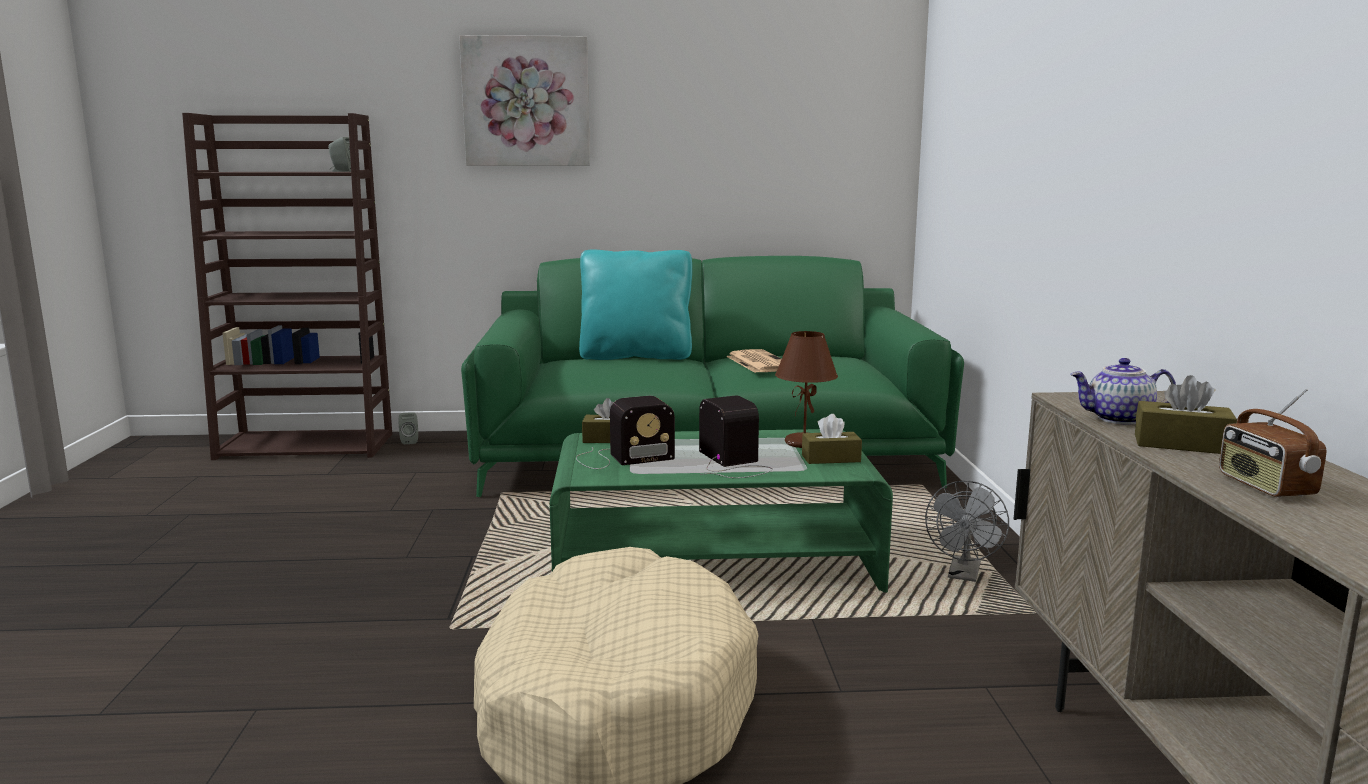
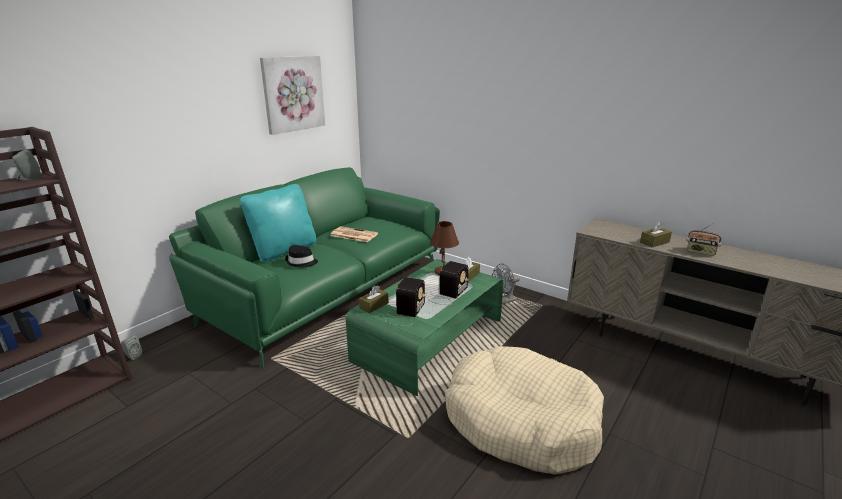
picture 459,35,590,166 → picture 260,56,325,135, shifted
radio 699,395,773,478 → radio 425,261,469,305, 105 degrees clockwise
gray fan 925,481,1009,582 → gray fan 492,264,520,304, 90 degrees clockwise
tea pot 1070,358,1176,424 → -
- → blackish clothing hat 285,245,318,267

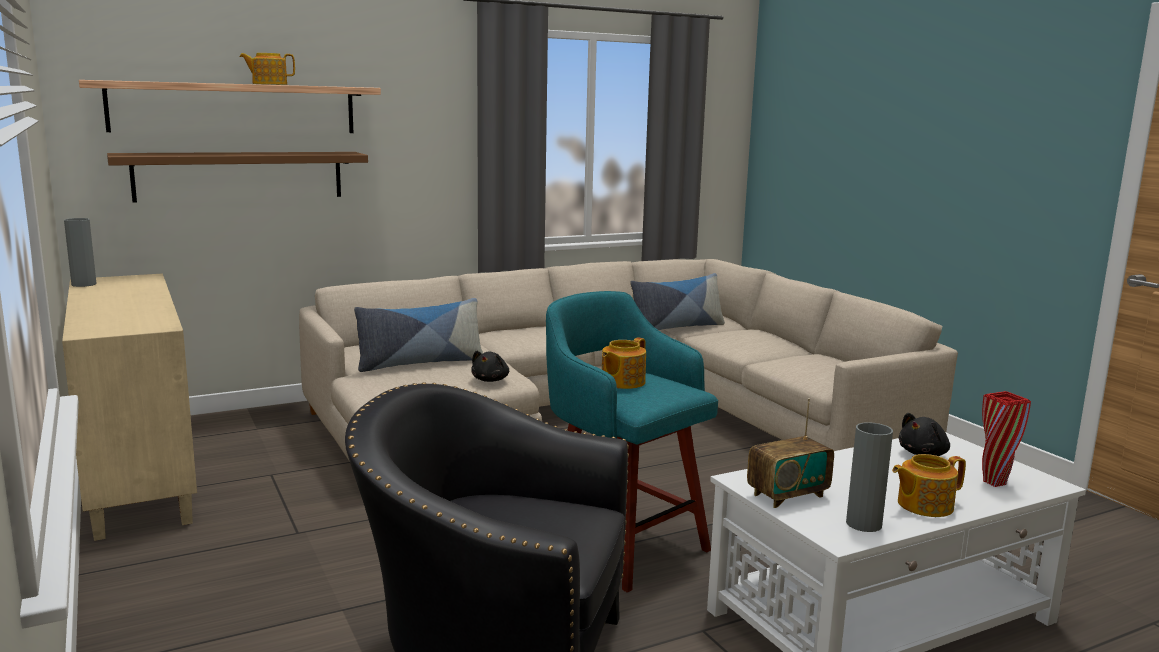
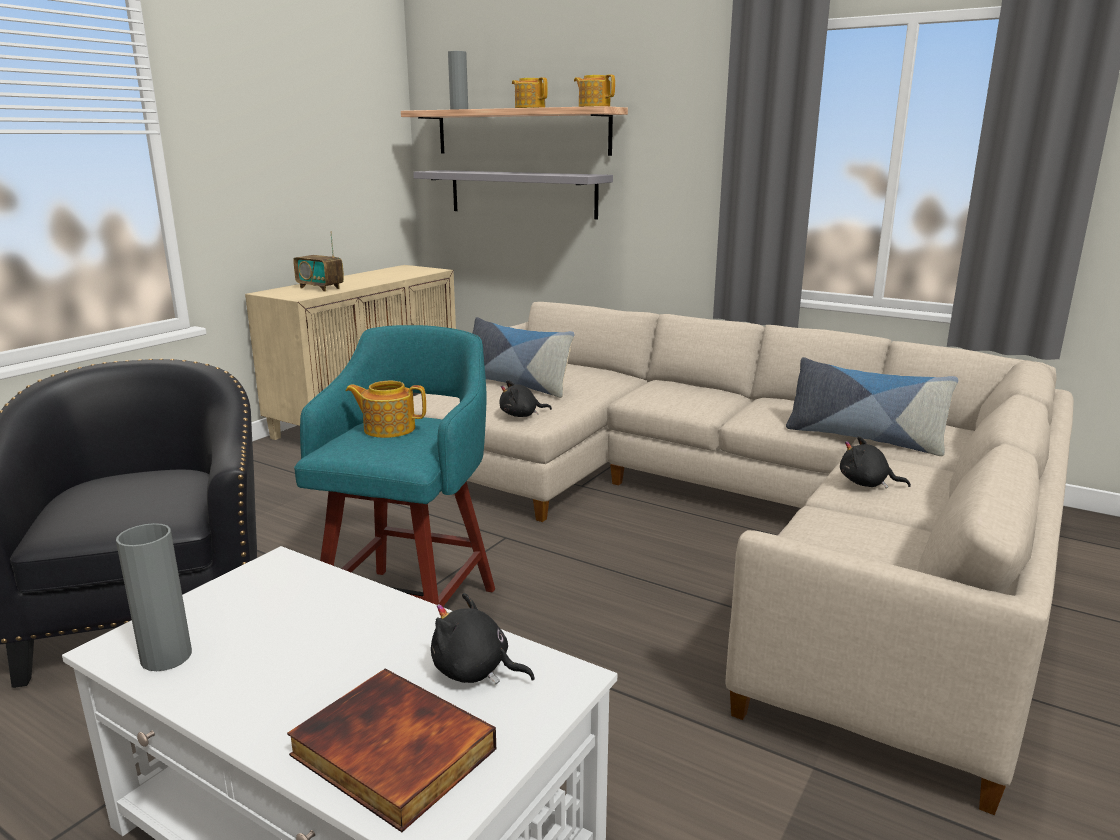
gray decorative vase 64,218,97,287 → gray decorative vase 448,51,468,110, shifted
brownish wall shelf 107,152,368,202 → gray wall shelf 413,170,613,219
radio 747,398,834,508 → radio 293,231,344,292, shifted
tea pot 892,454,966,517 → tea pot 574,74,615,107, shifted
reddish decorative vase 982,391,1031,487 → book 287,668,496,832
- → blackish plush toy 840,436,911,489

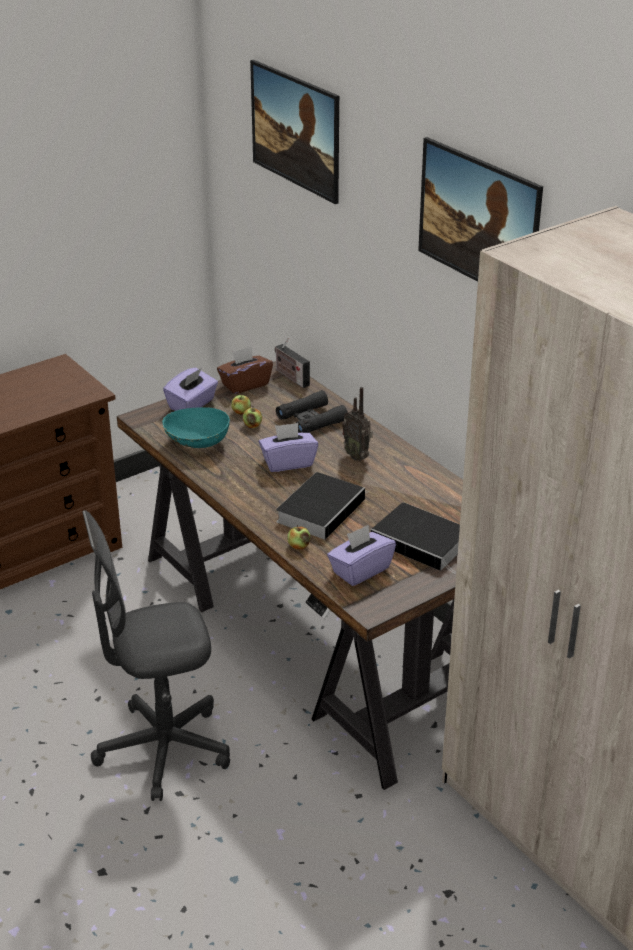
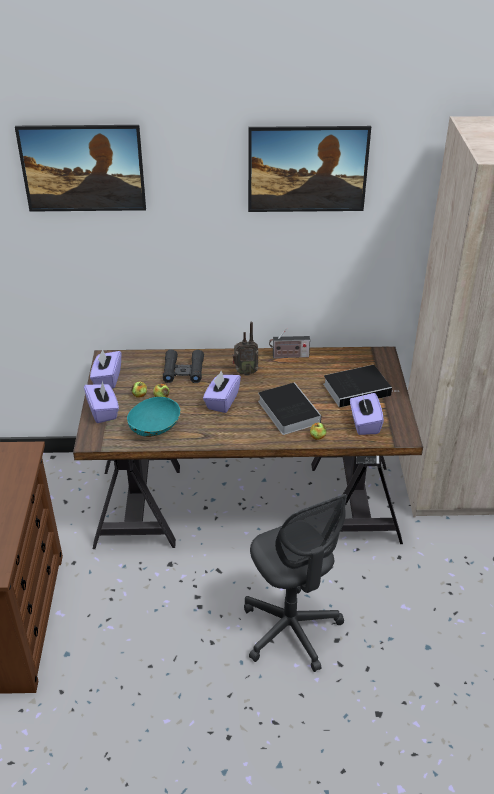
gray computer chair 82,510,230,801 → gray computer chair 244,494,347,672, 45 degrees counterclockwise
brownish tissue holder 217,346,273,394 → purple tissue holder 90,349,121,389
radio 275,338,310,388 → radio 269,328,310,358, shifted

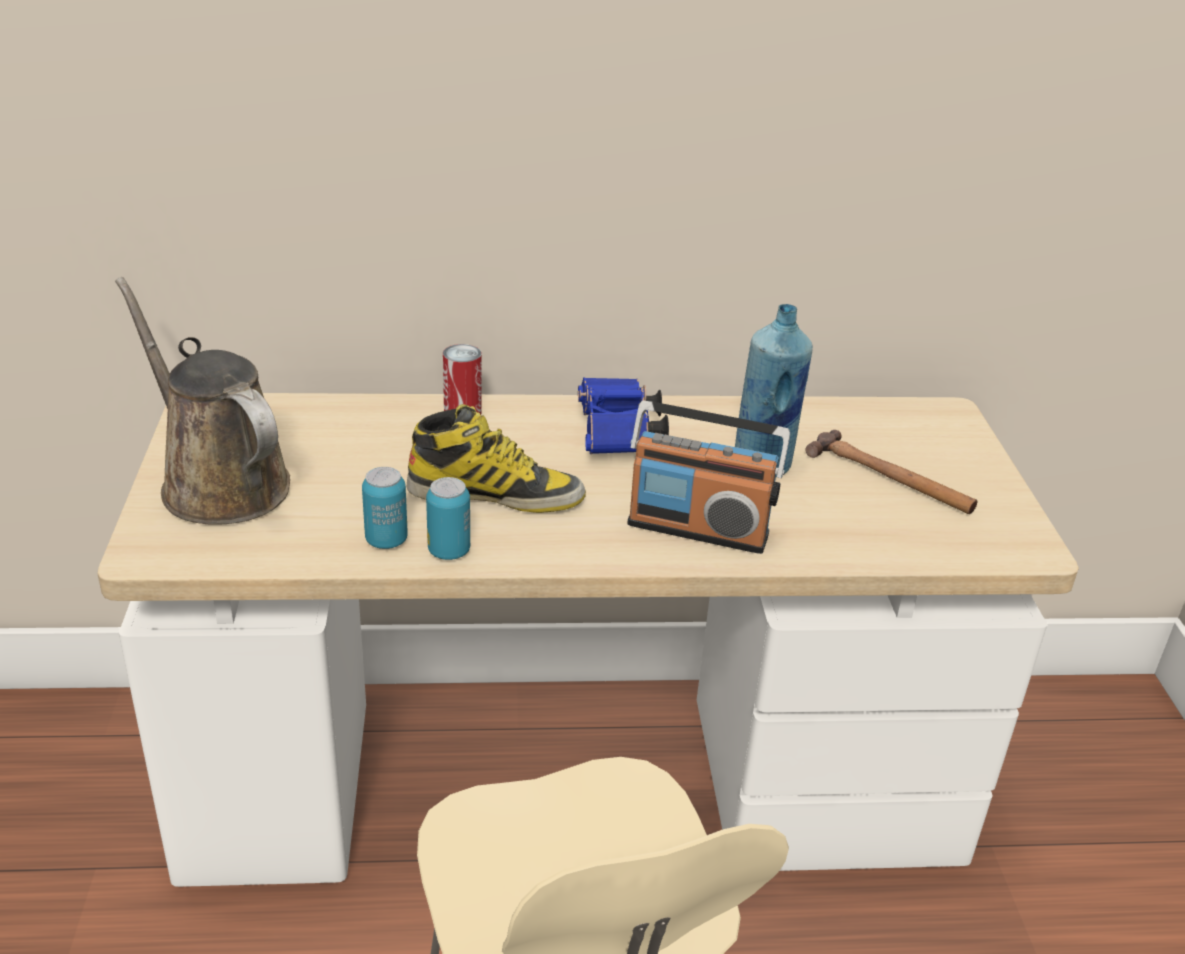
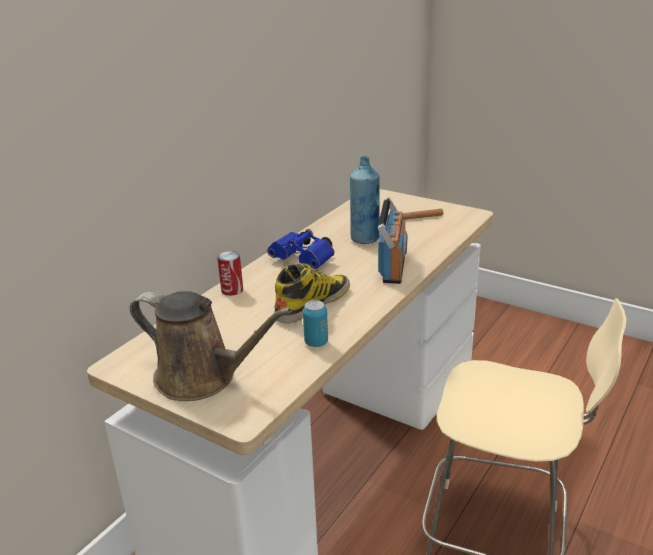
brownish watering can 115,277,290,525 → brownish watering can 130,291,292,401, 150 degrees counterclockwise
sealed can 426,477,470,560 → -
radio 628,400,791,554 → radio 378,197,407,284, 45 degrees counterclockwise

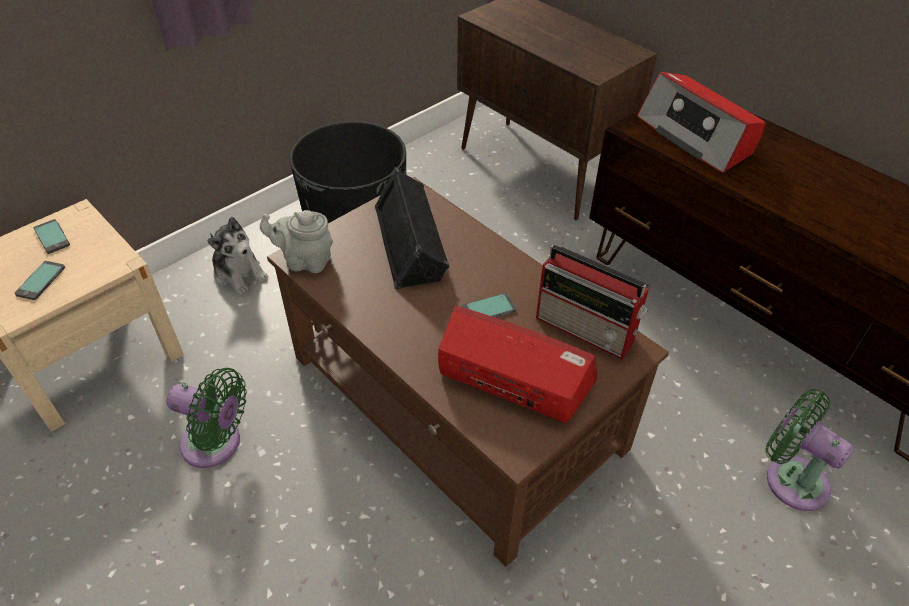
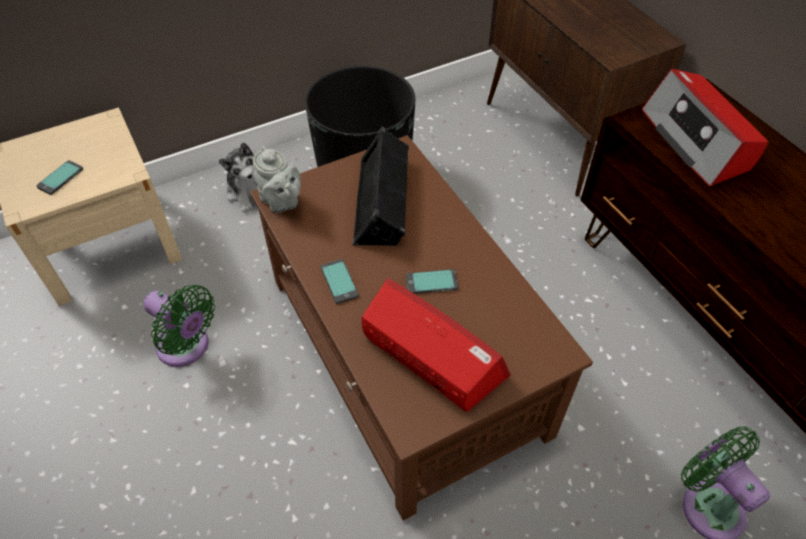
telephone 33,219,70,254 → telephone 321,259,359,304, shifted
gray tea pot 260,210,333,273 → gray tea pot 253,146,301,213, 150 degrees counterclockwise
radio 536,245,649,359 → -

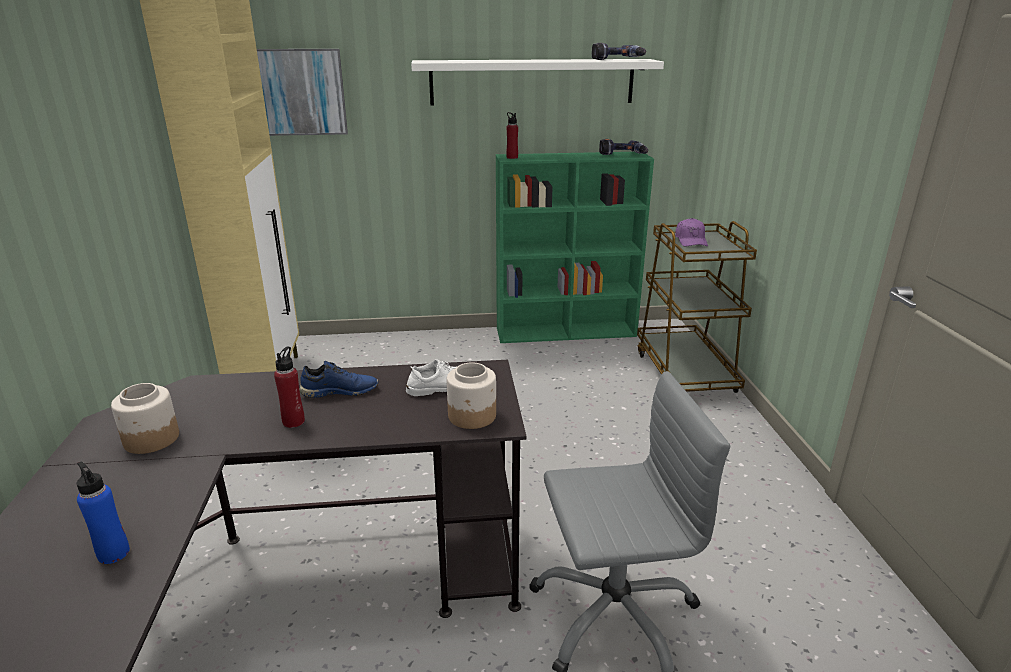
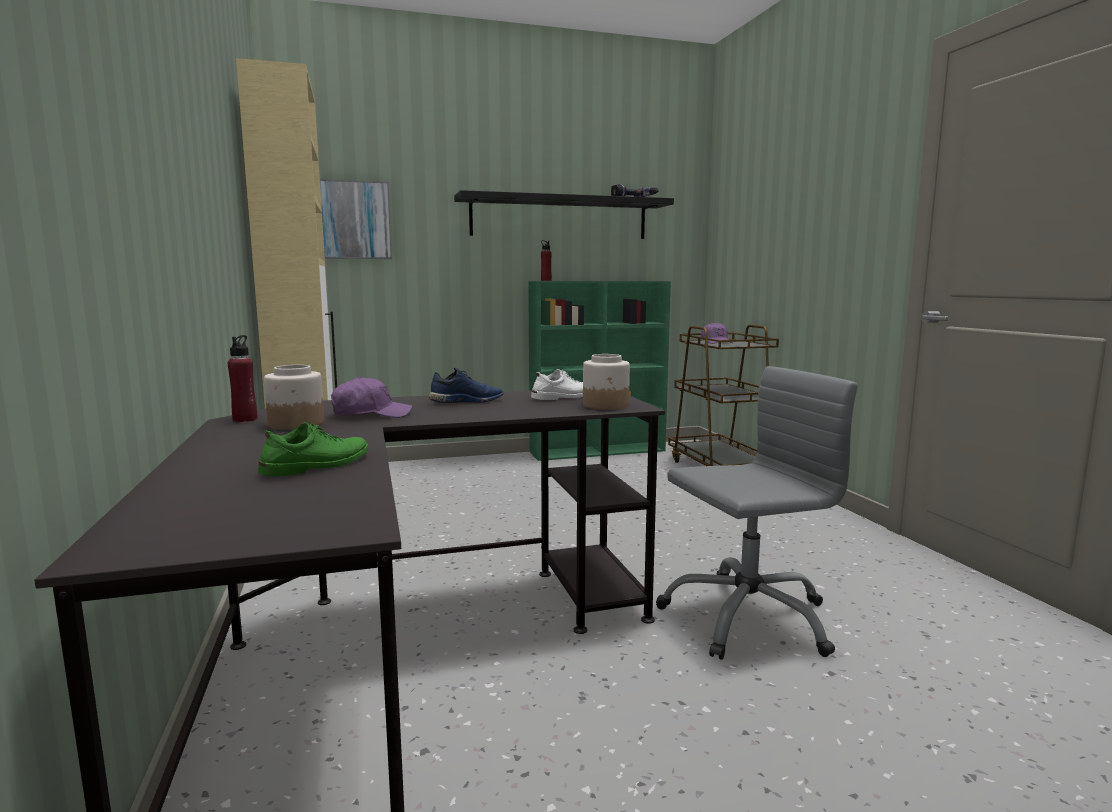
blue-coloured drink bottle 77,461,130,564 → greenish low shoe 258,422,369,477
reddish drink bottle 274,346,305,428 → reddish drink bottle 228,335,257,422, shifted
white wall shelf 411,59,664,105 → blackish wall shelf 454,190,674,239
drill 599,139,648,155 → -
- → purple peaked cap 331,377,412,418

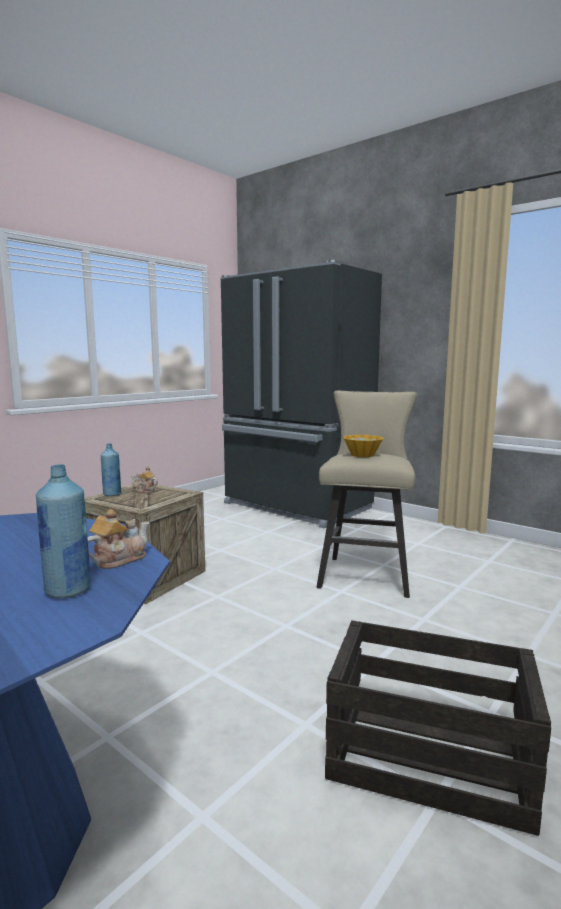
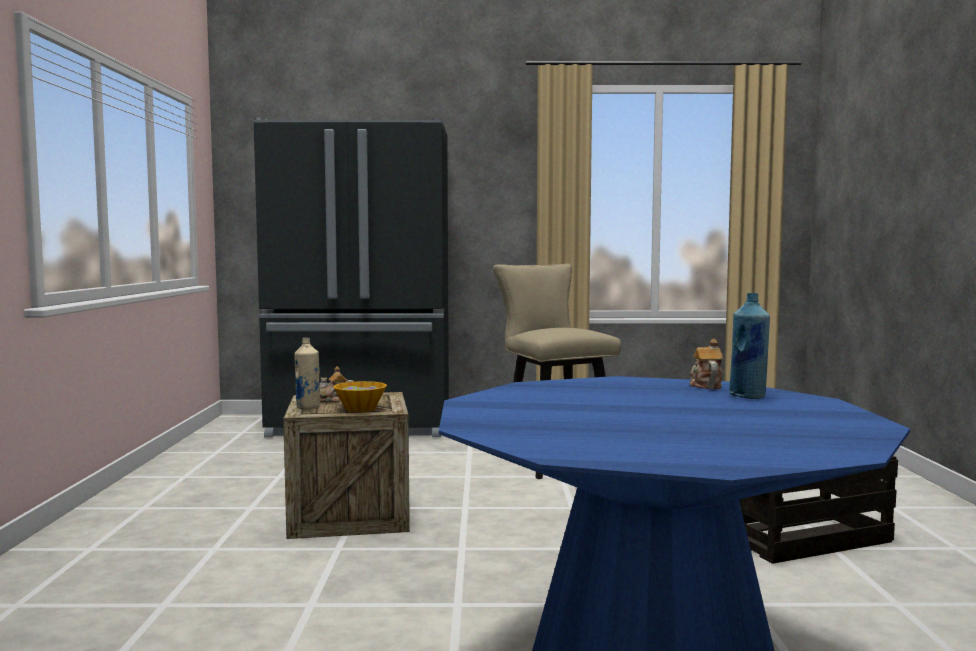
blue-coloured drink bottle 101,444,121,496 → sand-coloured drink bottle 294,338,321,410
bowl 343,435,383,457 → bowl 333,381,387,412, shifted

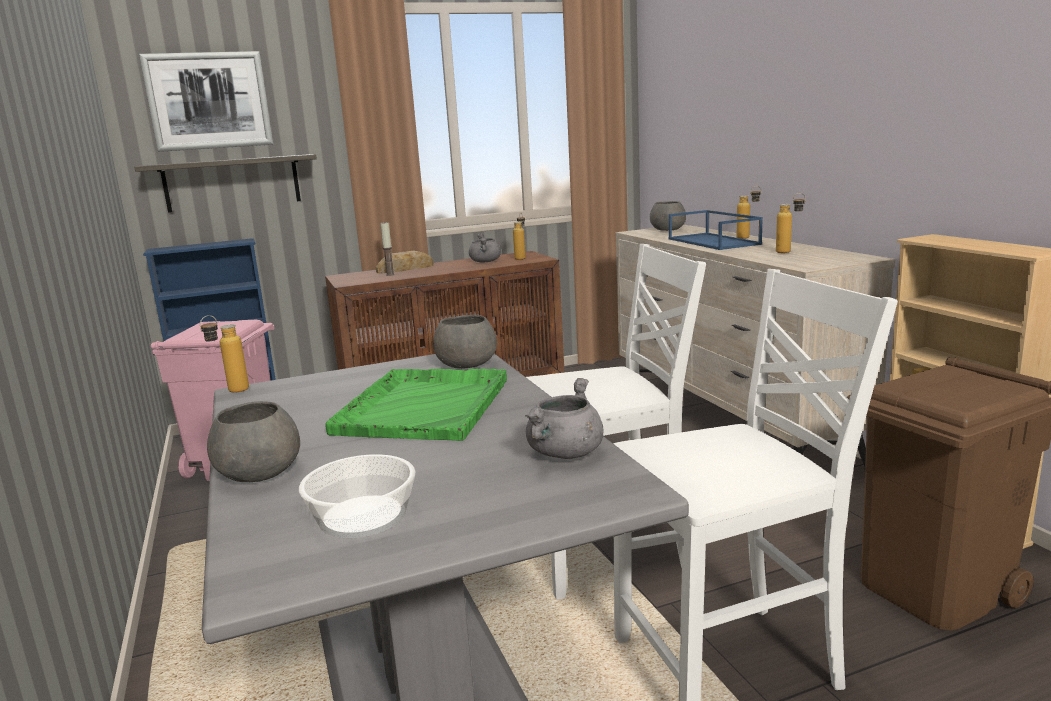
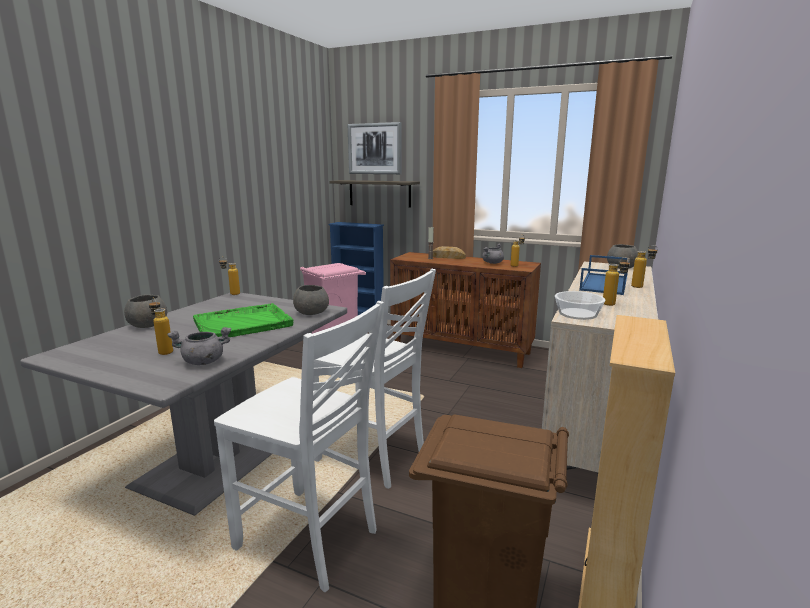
bowl 299,454,416,538 → bowl 555,291,605,320, shifted
- → drink bottle 149,298,173,355

